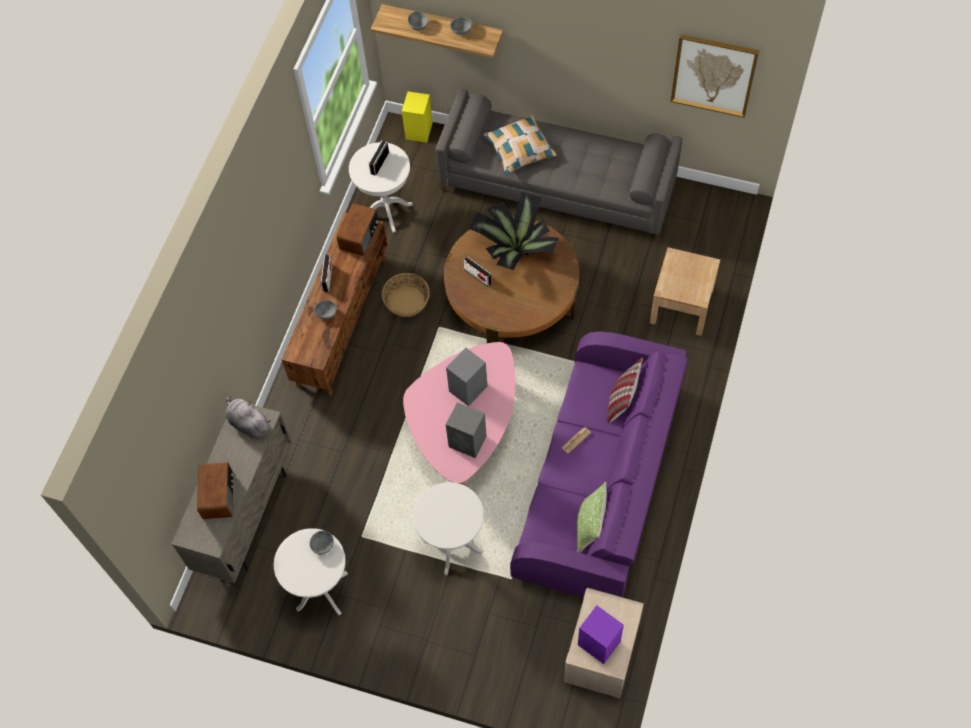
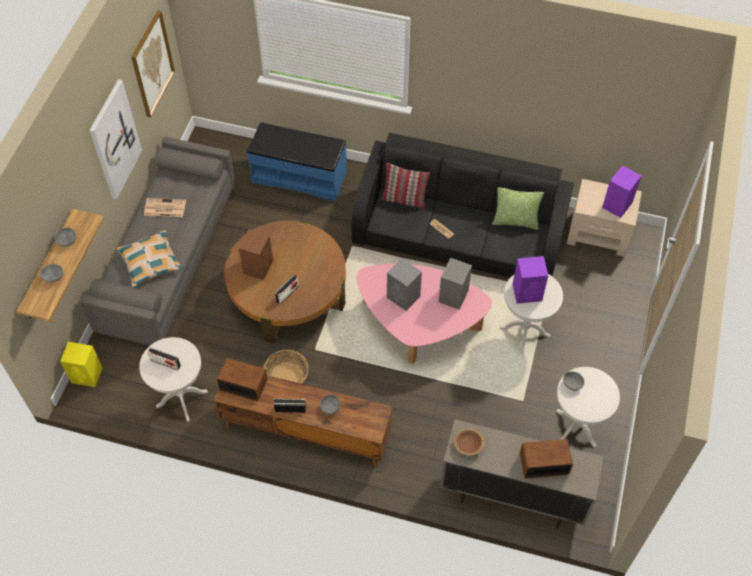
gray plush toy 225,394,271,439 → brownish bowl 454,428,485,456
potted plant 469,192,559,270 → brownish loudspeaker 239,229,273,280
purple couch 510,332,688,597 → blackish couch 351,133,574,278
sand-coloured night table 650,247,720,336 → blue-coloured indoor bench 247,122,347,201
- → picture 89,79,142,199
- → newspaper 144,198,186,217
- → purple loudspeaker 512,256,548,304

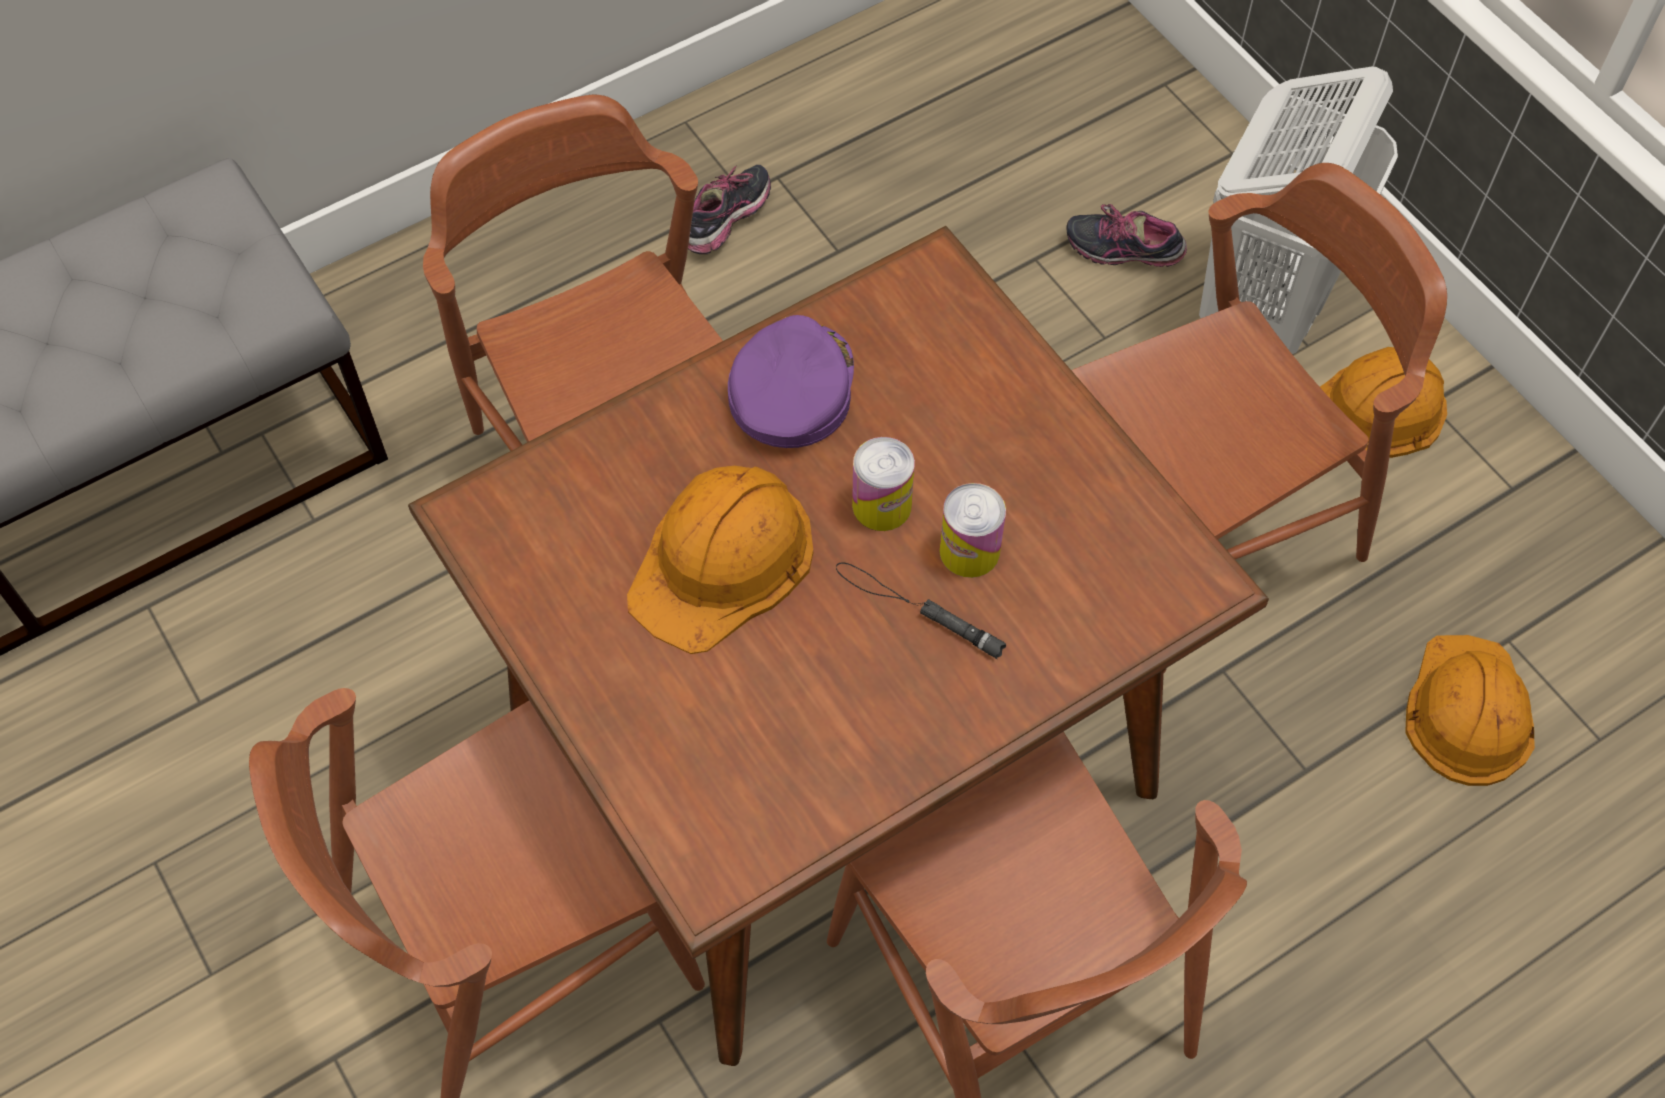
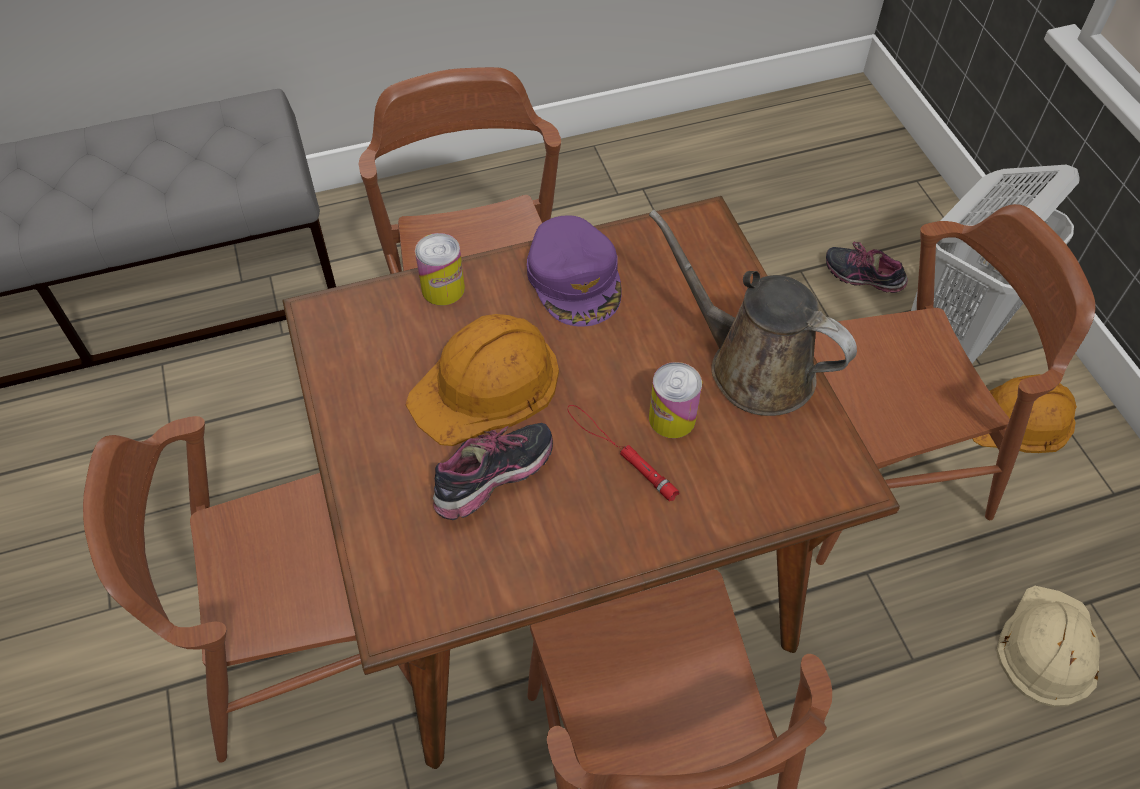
low shoe 688,165,771,254 → low shoe 433,423,553,520, shifted
purple peaked cap 728,315,854,448 → purple peaked cap 527,215,622,327, 135 degrees clockwise
blackish torch 836,562,1006,659 → reddish torch 568,405,679,502
sealed can 852,437,915,531 → sealed can 415,233,465,305, shifted
orange work helmet 1405,635,1535,786 → sand-coloured work helmet 996,586,1100,707
- → brownish watering can 649,210,857,416

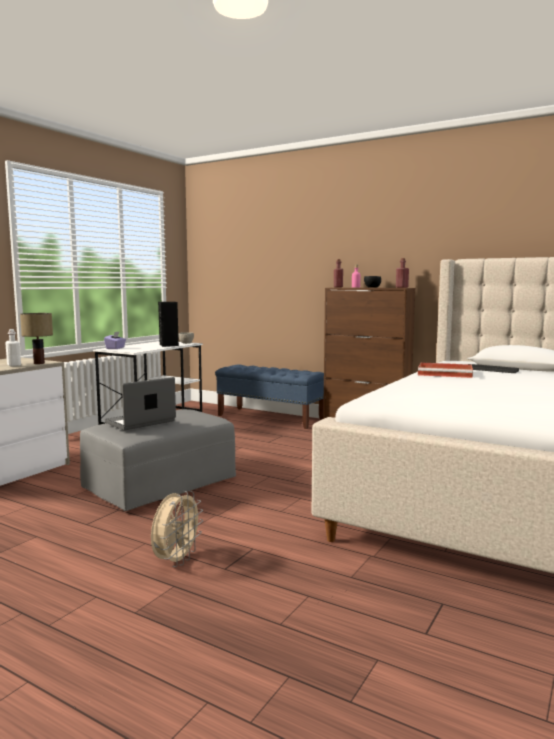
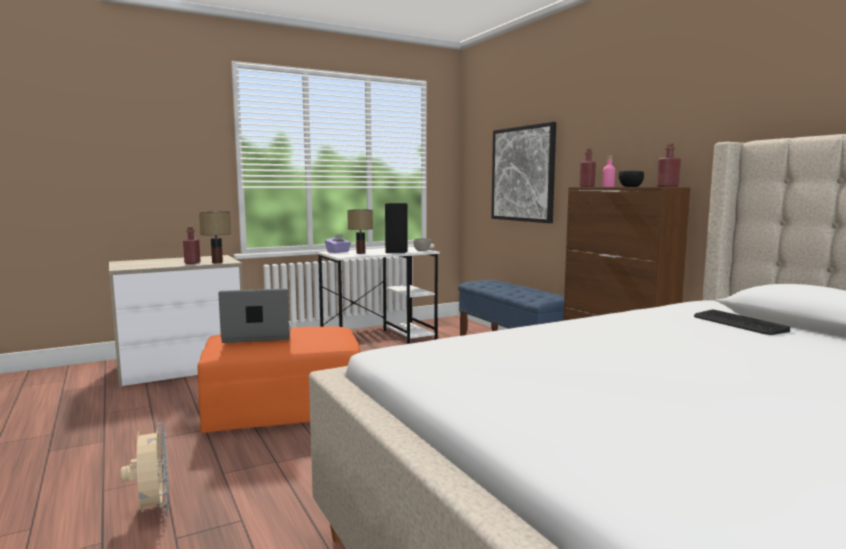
white drink bottle 5,329,21,367 → reddish drink bottle 183,227,200,264
gray ottoman 80,409,236,511 → orange ottoman 198,326,361,433
sand-coloured fan 151,491,203,567 → sand-coloured fan 120,422,169,515, 75 degrees counterclockwise
reddish serving tray 418,362,473,378 → -
- → lamp for a table 347,210,373,254
- → picture 491,122,556,223

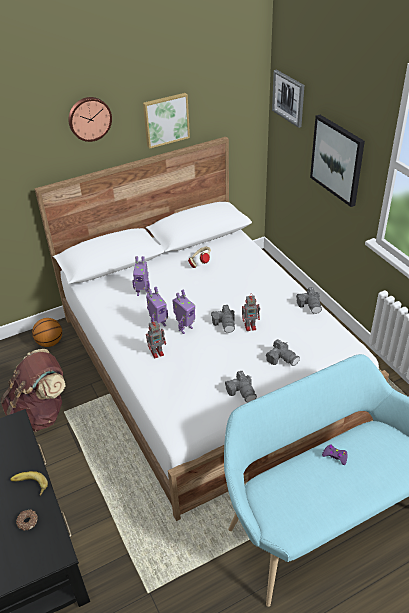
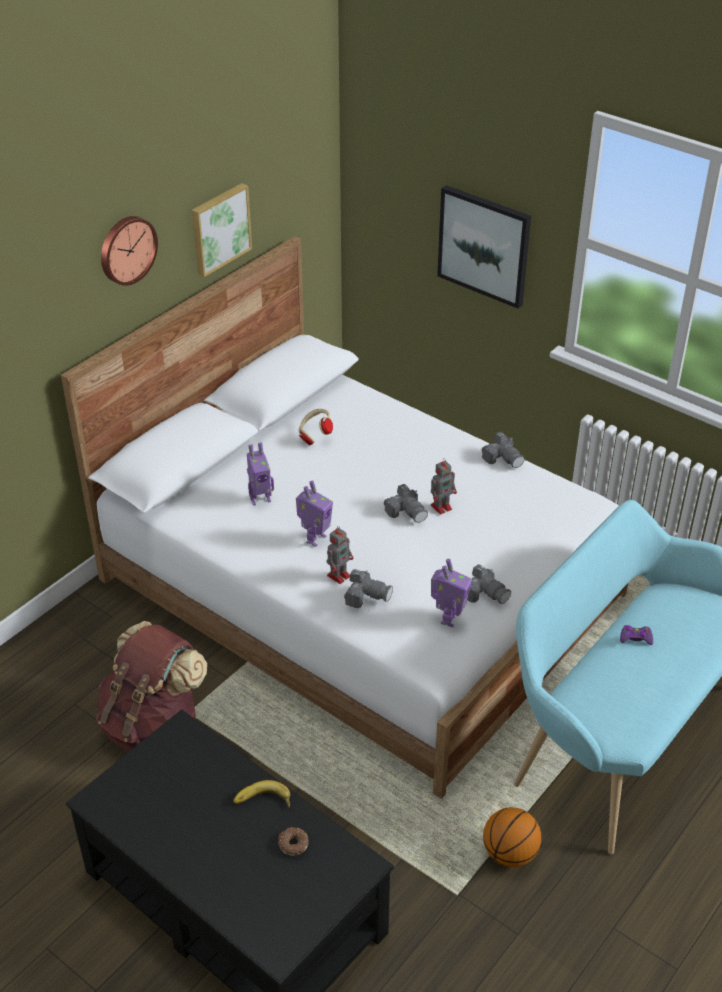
basketball 32,318,62,347 → basketball 483,807,541,867, shifted
robot figure 172,290,195,334 → robot figure 431,559,472,627, shifted
photo camera 266,339,300,366 → photo camera 344,569,393,608, shifted
picture 272,70,304,128 → -

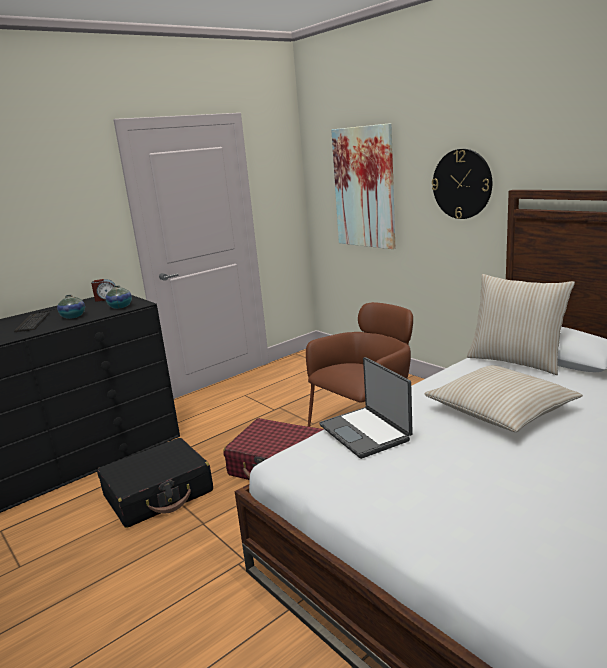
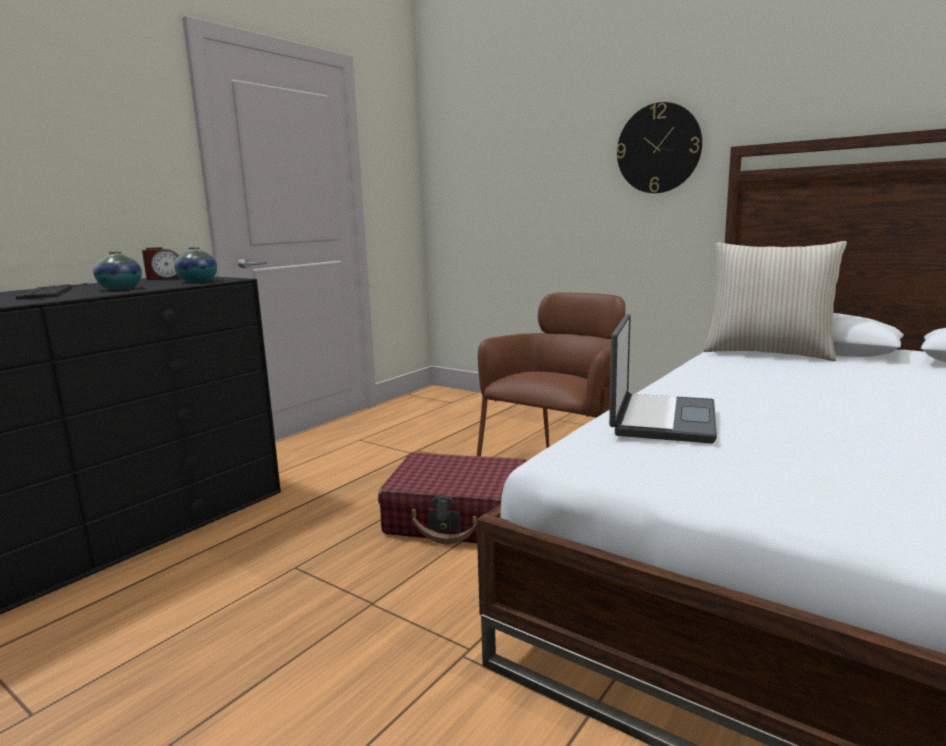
blackish travel case 97,438,213,528 → -
notebook computer 319,357,413,459 → notebook computer 609,314,717,444, 120 degrees counterclockwise
picture 331,123,395,249 → -
sand-coloured pillow 424,365,583,432 → -

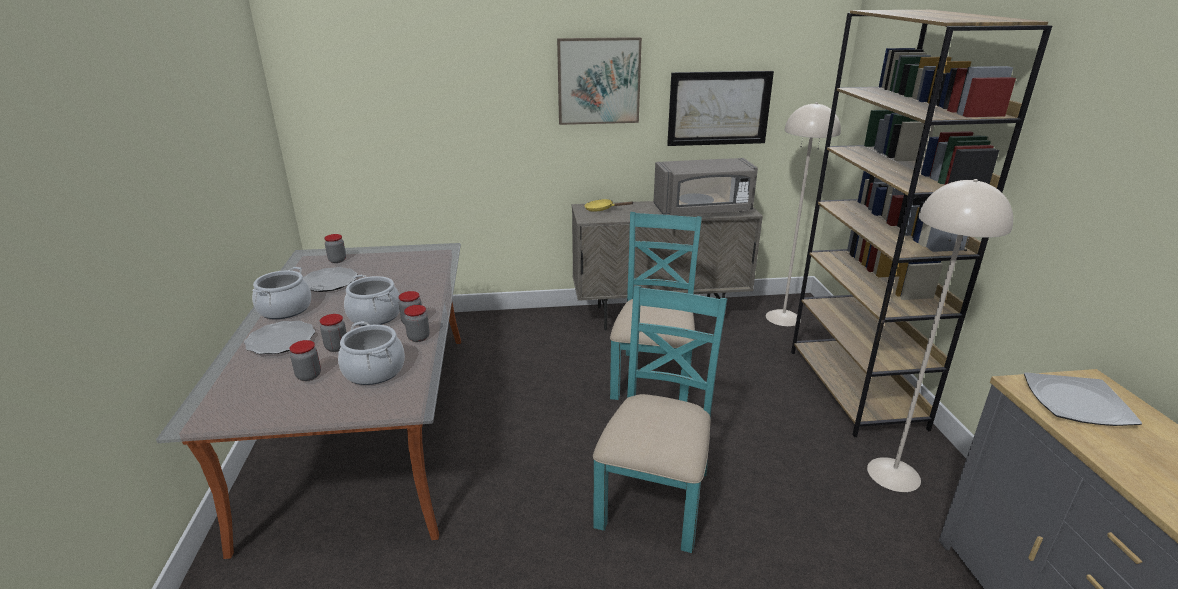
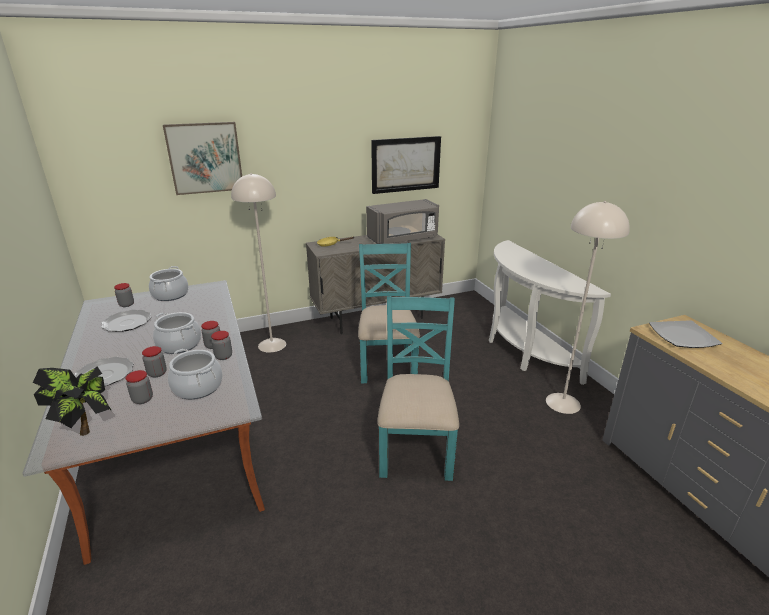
stockpot 252,267,311,319 → stockpot 149,266,188,301, shifted
picture 557,37,642,125 → picture 163,122,242,195, shifted
sand-coloured floor lamp 766,102,841,326 → sand-coloured floor lamp 231,173,286,352, shifted
brownish shelving unit 791,10,1052,437 → white narrow table 489,240,611,385
- → potted plant 33,367,112,436

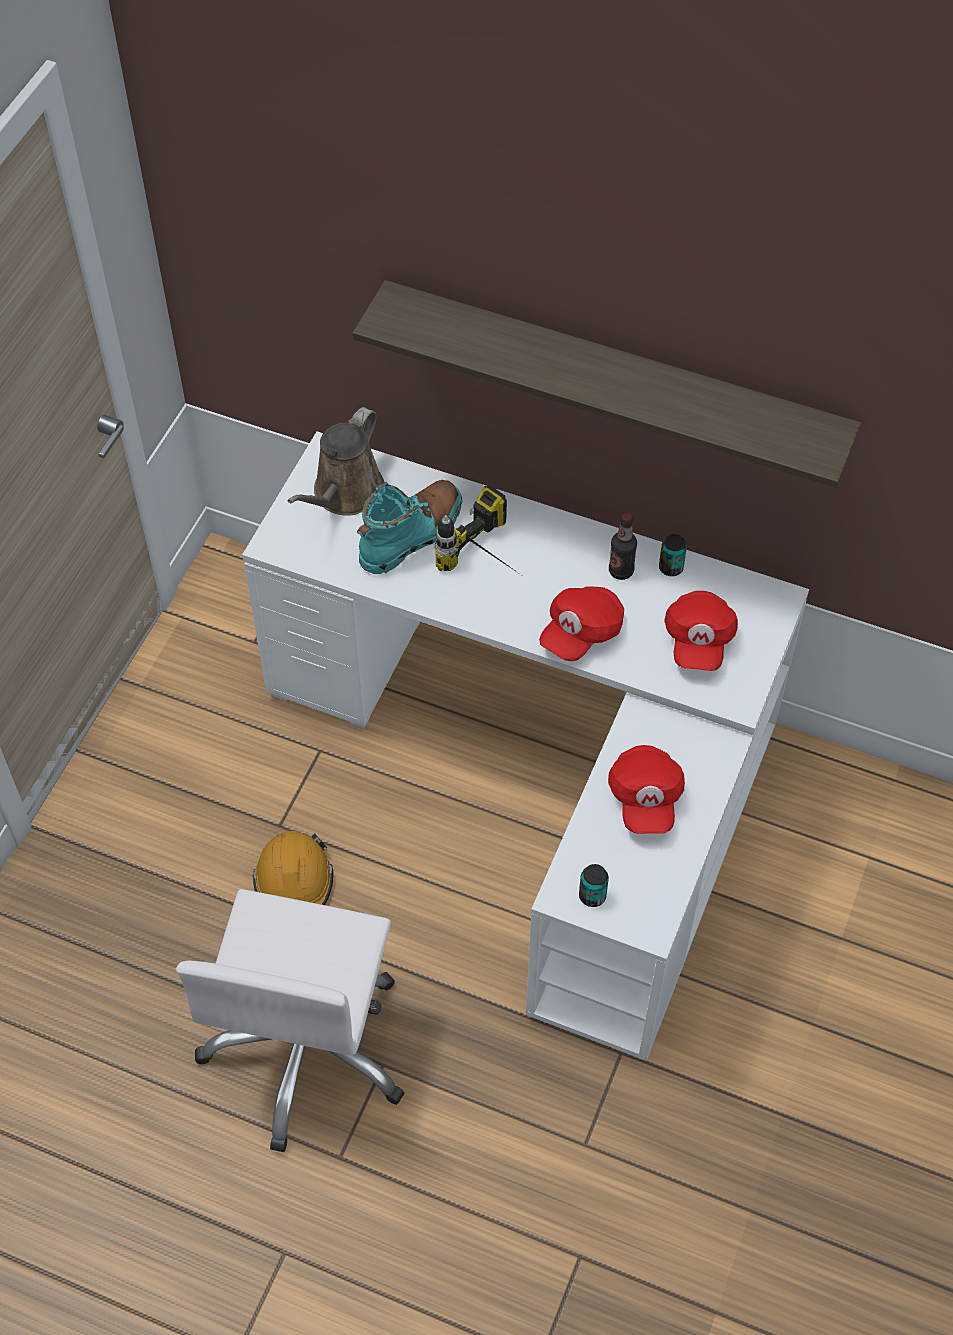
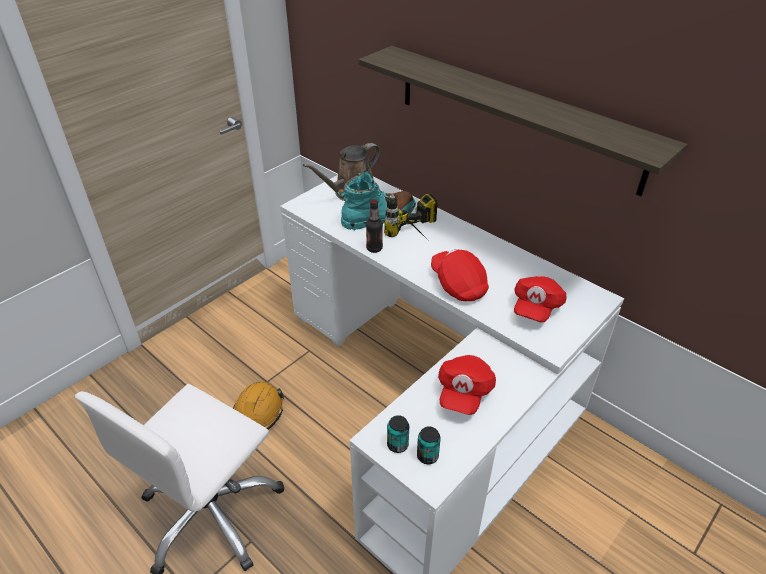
reddish peaked cap 539,586,624,661 → reddish peaked cap 431,249,489,301, 90 degrees clockwise
drink bottle 609,512,637,580 → drink bottle 366,199,383,253, shifted
sealed can 659,534,687,576 → sealed can 417,426,441,464, shifted

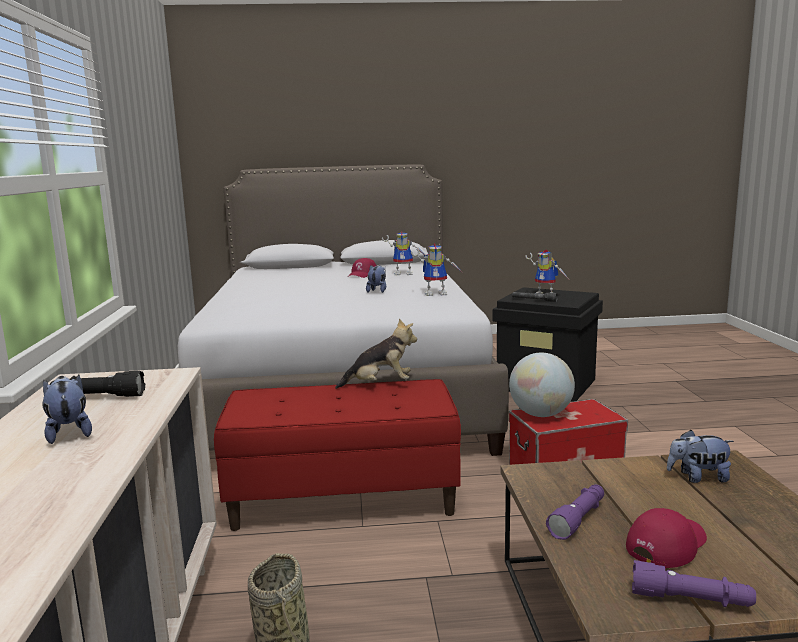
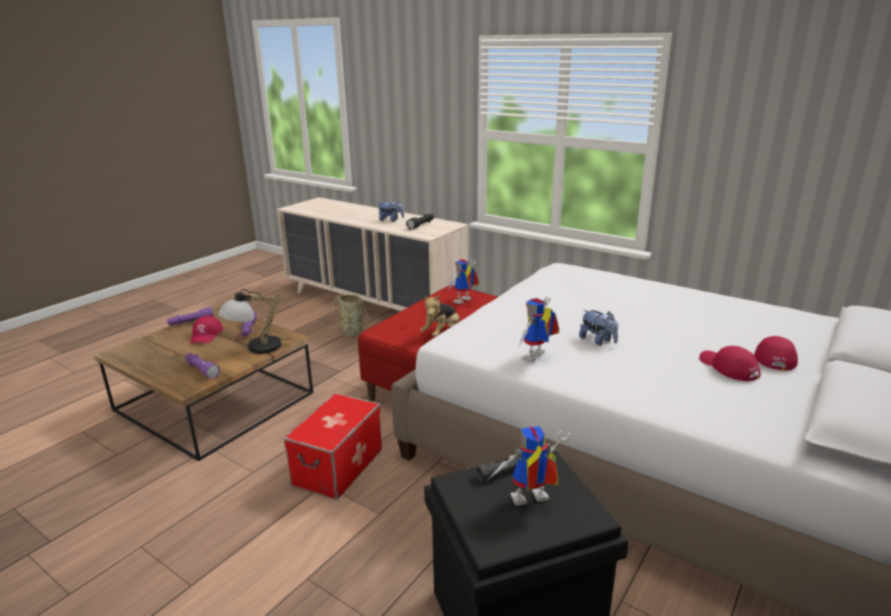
robot figure 382,232,425,275 → robot figure 448,259,479,304, shifted
desk globe 509,353,575,417 → -
plush toy 667,430,734,483 → purple torch 185,353,220,379
- → lamp for a table 218,289,292,354
- → reddish peaked cap 754,336,798,370

